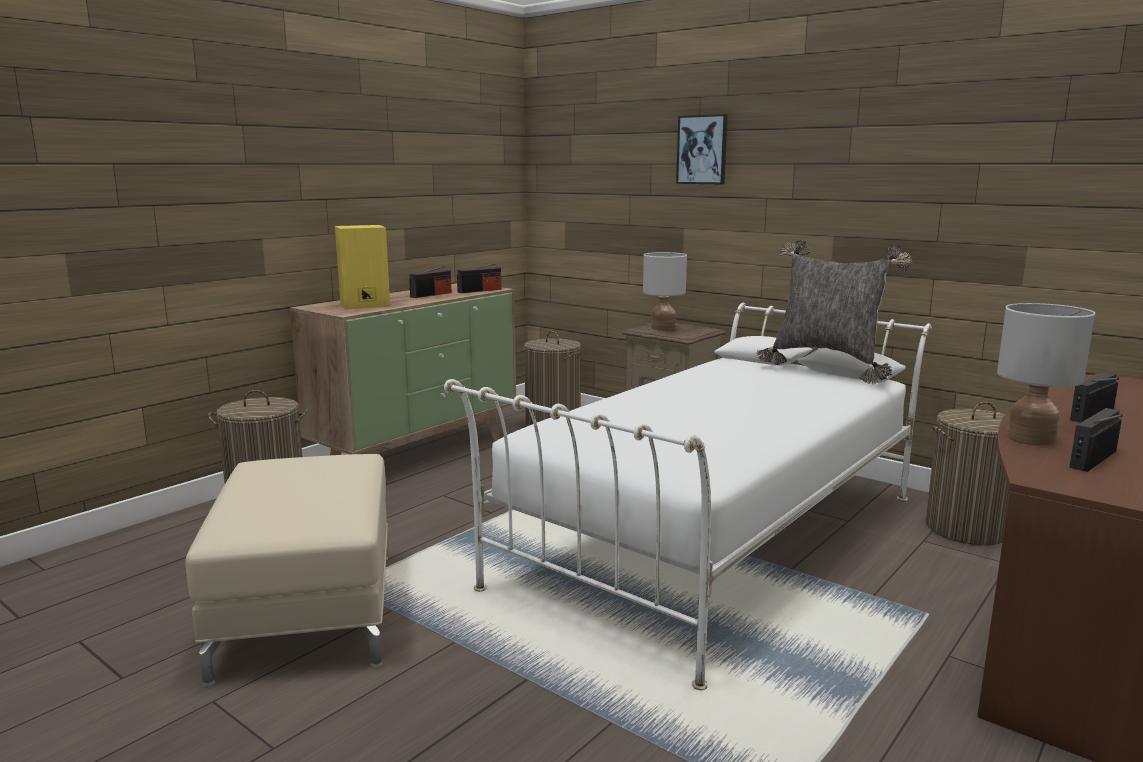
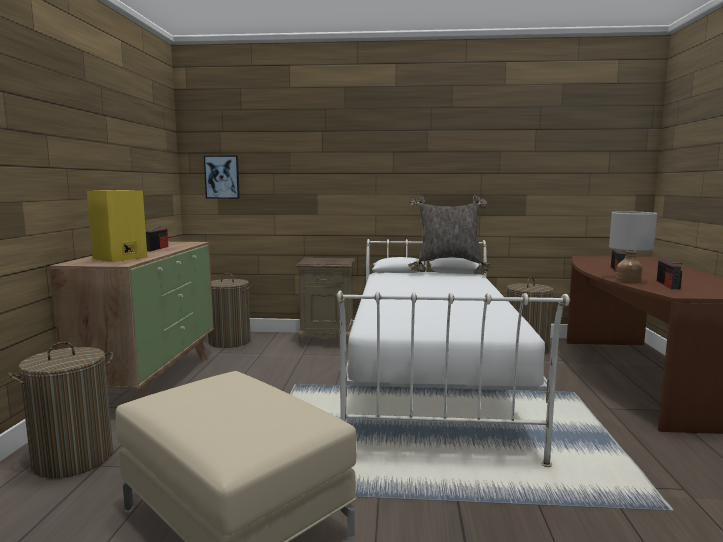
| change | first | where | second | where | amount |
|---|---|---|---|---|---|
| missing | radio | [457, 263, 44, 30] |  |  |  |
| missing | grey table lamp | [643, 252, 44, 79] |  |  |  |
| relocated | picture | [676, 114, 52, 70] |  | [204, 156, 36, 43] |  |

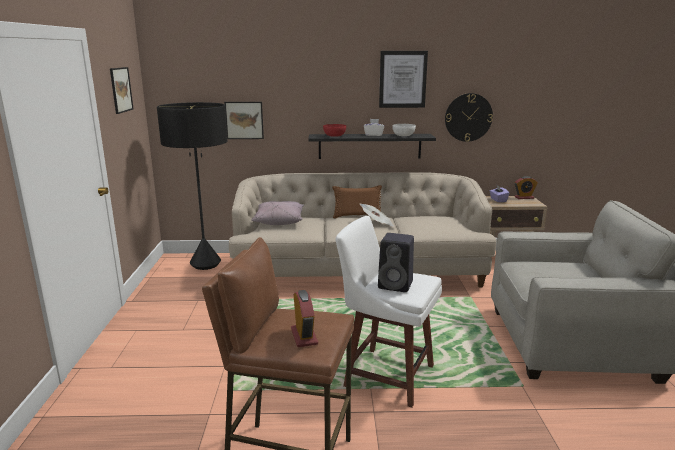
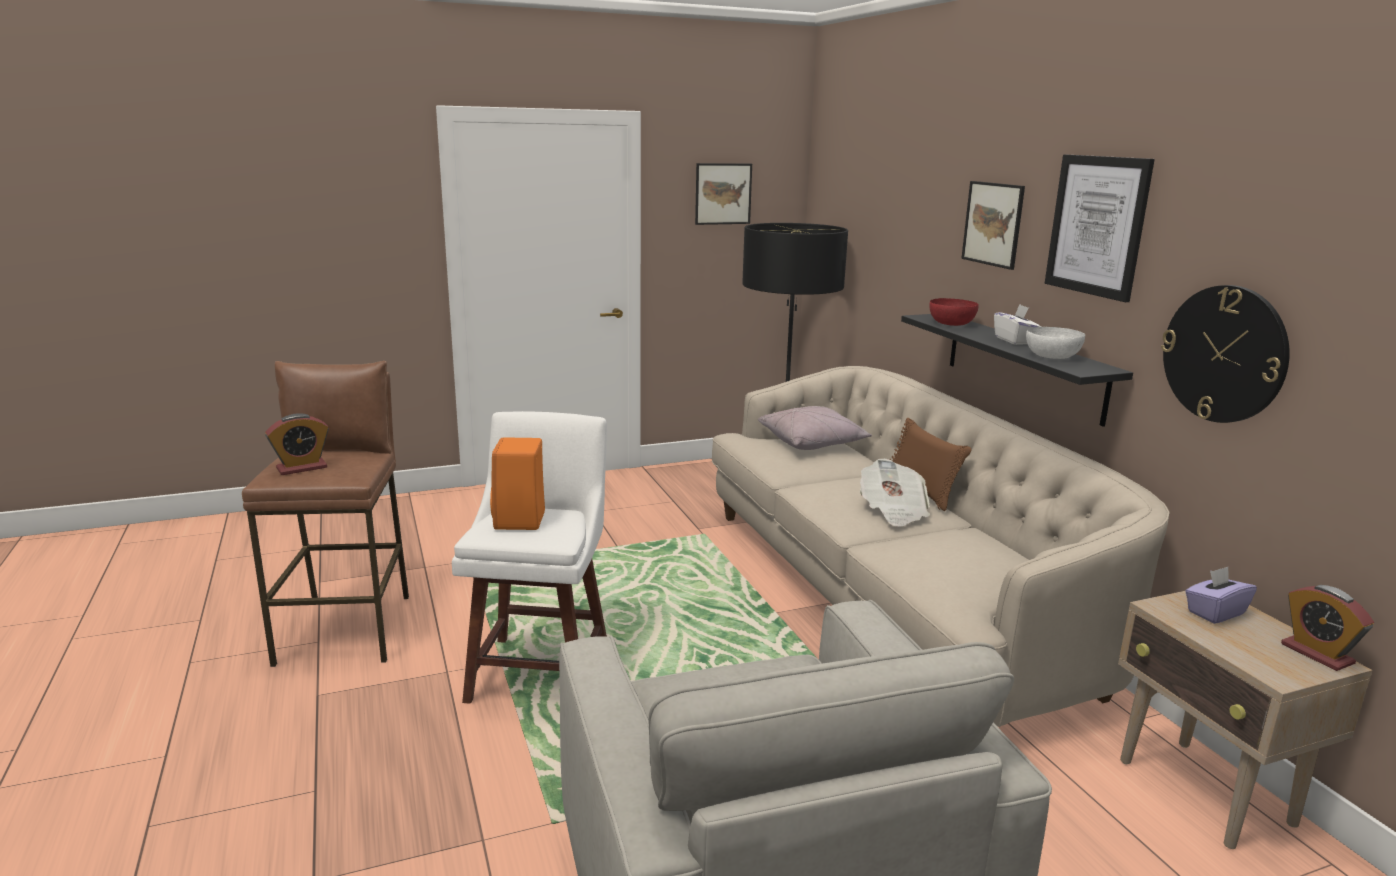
| change | first | where | second | where | amount |
|---|---|---|---|---|---|
| relocated | picture | [224, 102, 40, 37] |  | [961, 181, 64, 89] |  |
| colour | black speaker | [378, 233, 36, 59] | orange speaker | [490, 437, 55, 93] |  |

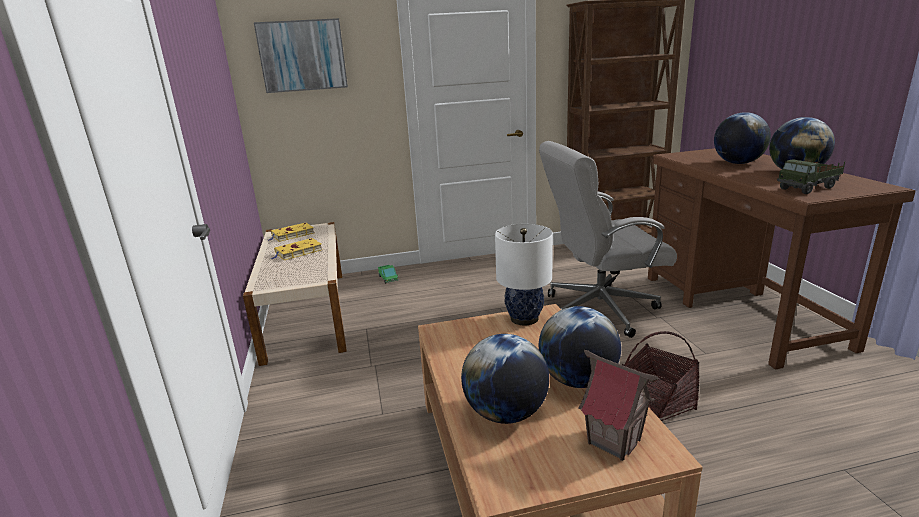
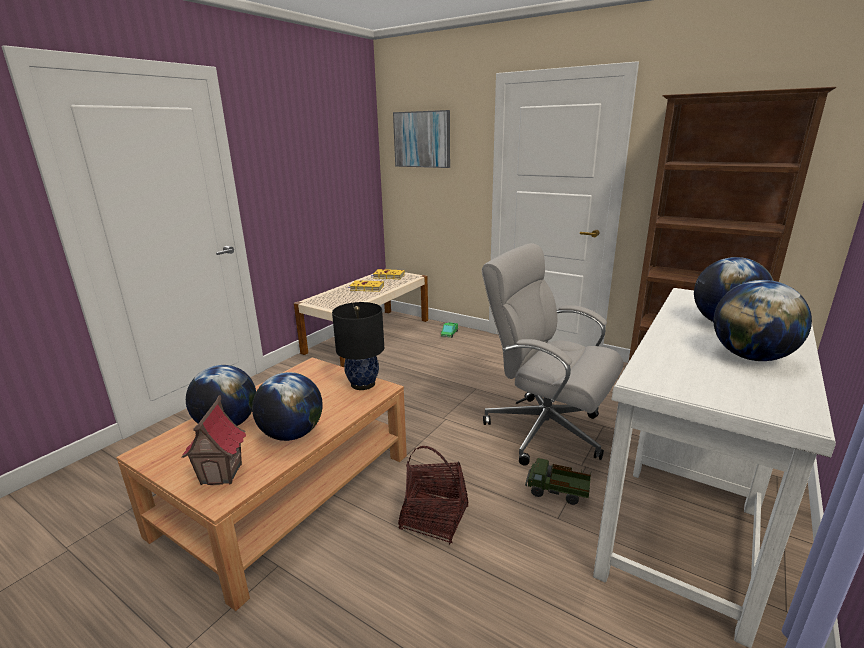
| change | first | where | second | where | amount |
|---|---|---|---|---|---|
| colour | white table lamp | [495, 224, 58, 101] | black table lamp | [332, 302, 52, 88] |  |
| colour | brown desk | [648, 148, 267, 221] | white desk | [593, 288, 243, 360] |  |
| relocated | toy truck | [777, 157, 68, 37] |  | [525, 458, 66, 47] |  |

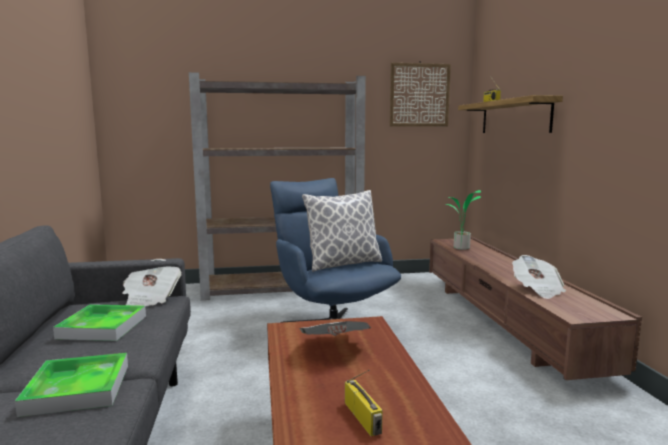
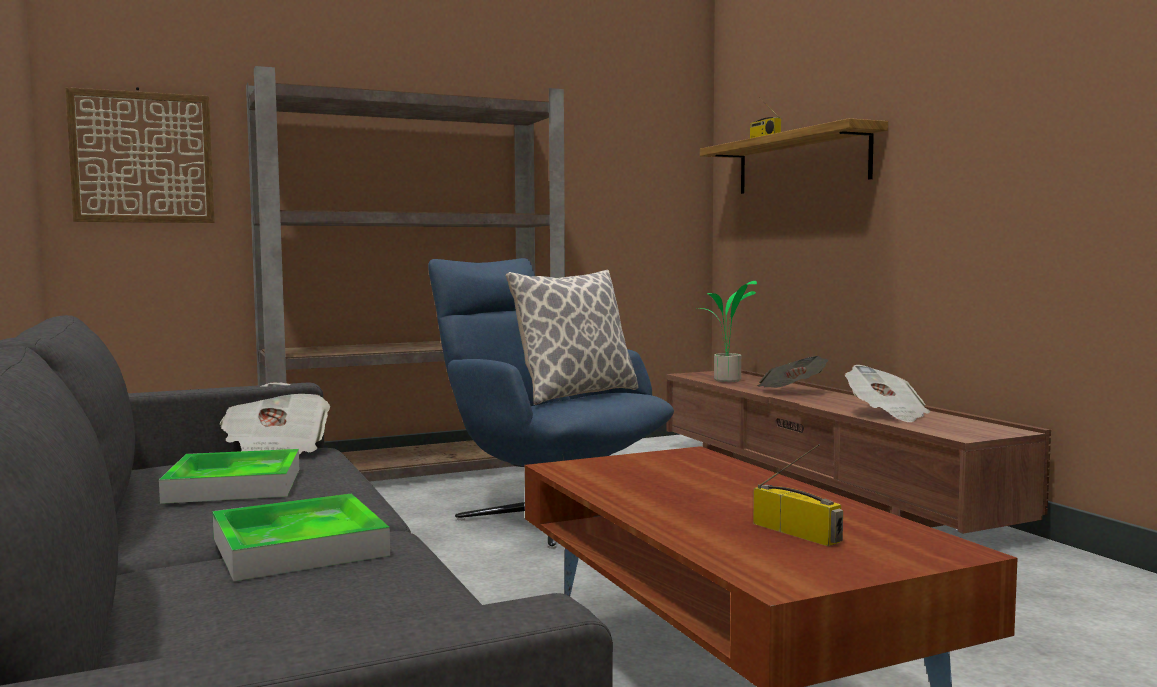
| change | first | where | second | where | amount |
|---|---|---|---|---|---|
| relocated | newspaper | [299, 321, 72, 15] |  | [757, 356, 71, 32] |  |
| relocated | picture | [390, 61, 61, 66] |  | [66, 87, 149, 136] |  |

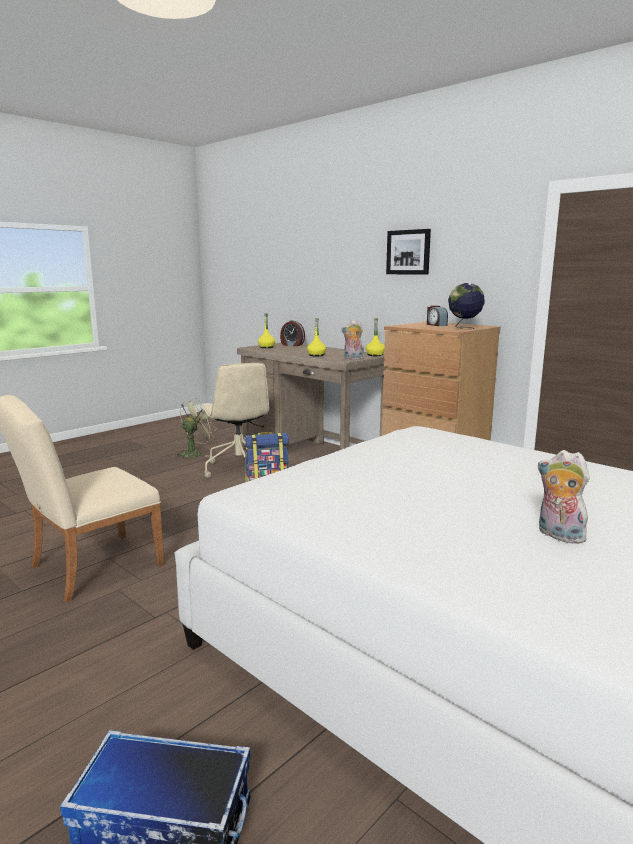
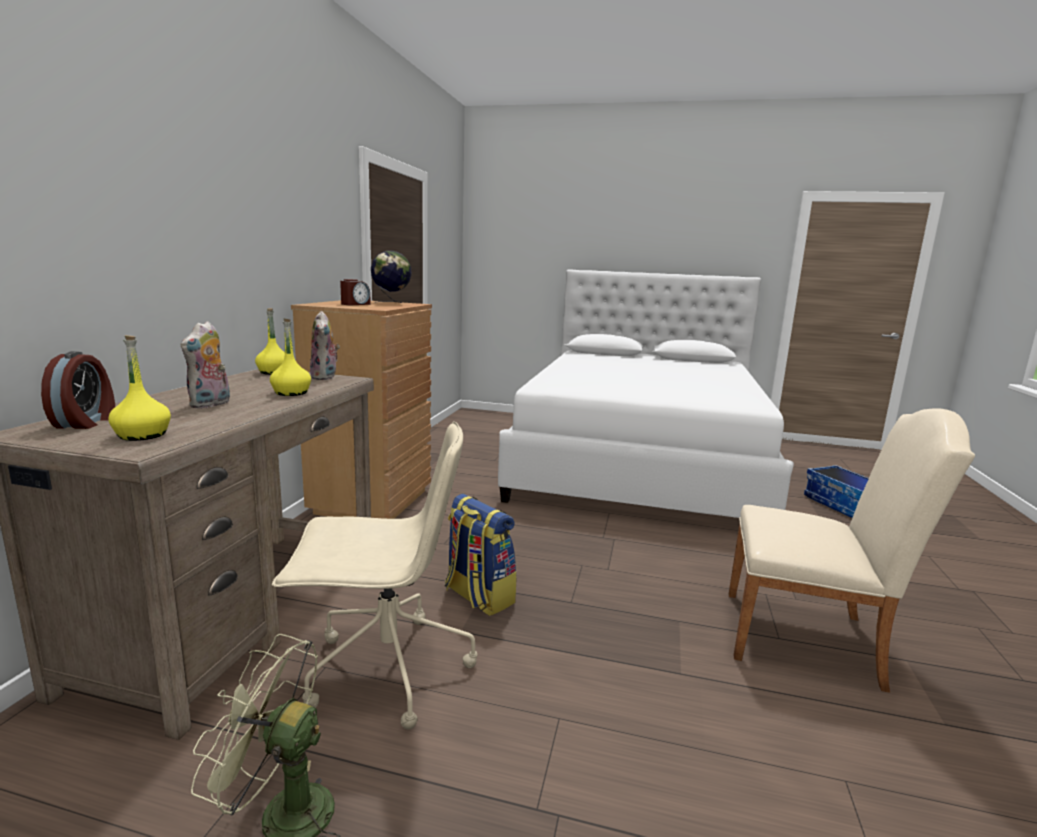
| change | first | where | second | where | amount |
|---|---|---|---|---|---|
| spun | beige office chair | [201, 363, 68, 115] |  | [272, 421, 206, 308] | 45 degrees clockwise |
| missing | picture | [386, 229, 45, 46] |  |  |  |
| relocated | plush toy | [537, 450, 53, 94] |  | [180, 321, 50, 88] |  |

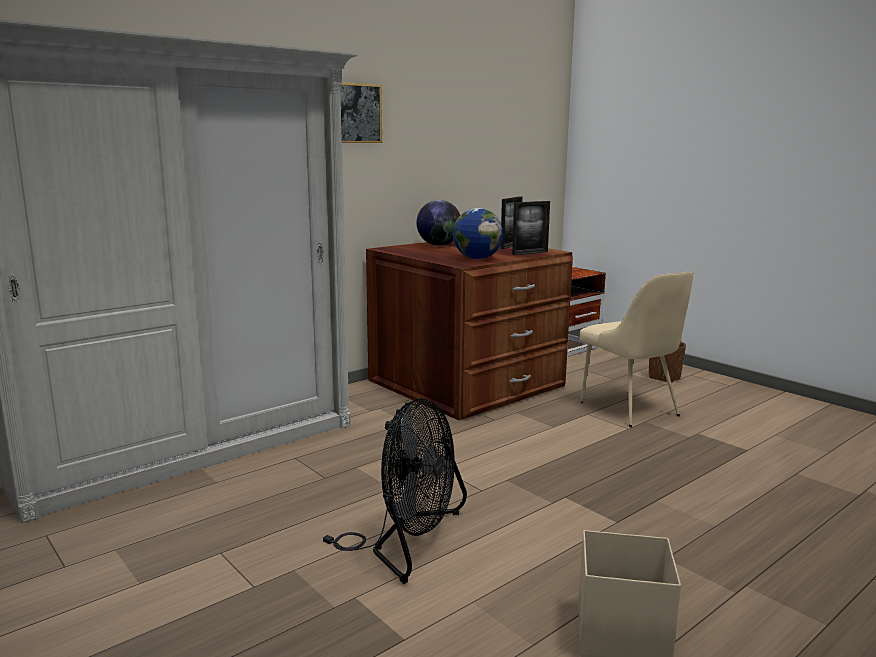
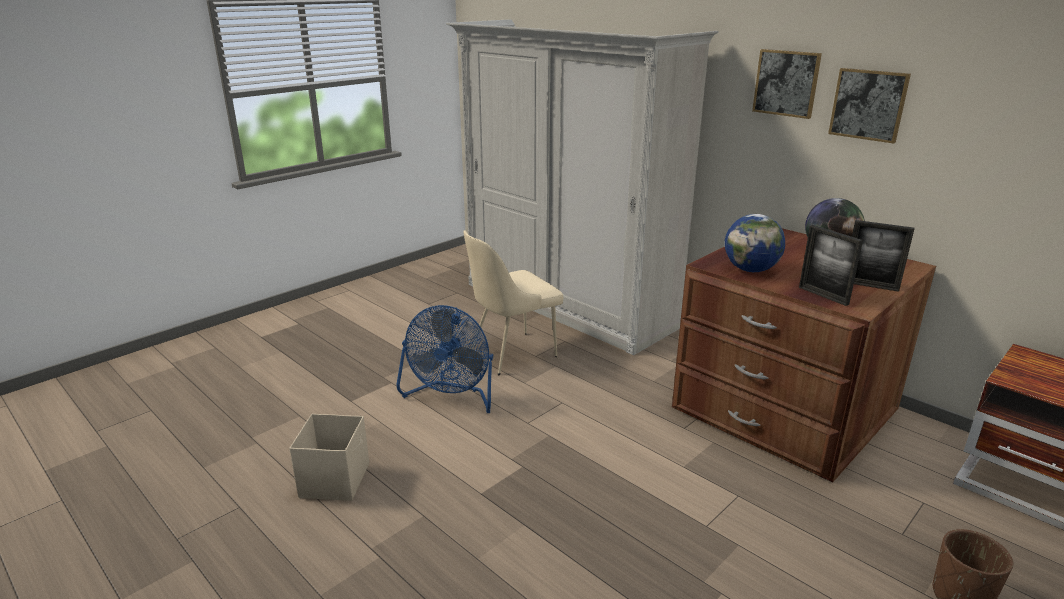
| change | first | where | second | where | amount |
|---|---|---|---|---|---|
| colour | black fan | [322, 398, 145, 186] | blue fan | [396, 305, 97, 108] |  |
| relocated | beige chair | [580, 271, 113, 156] |  | [464, 230, 99, 145] |  |
| appeared |  |  | picture | [828, 68, 83, 76] |  |

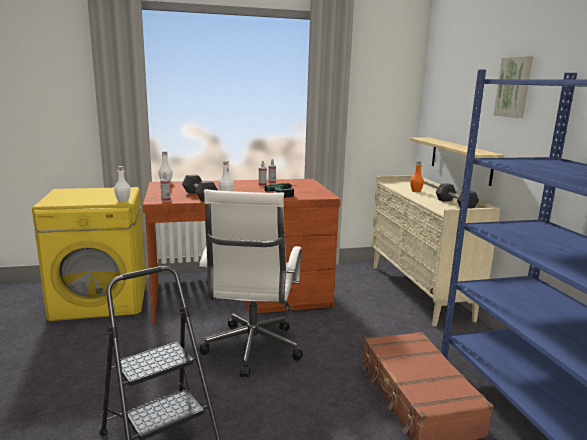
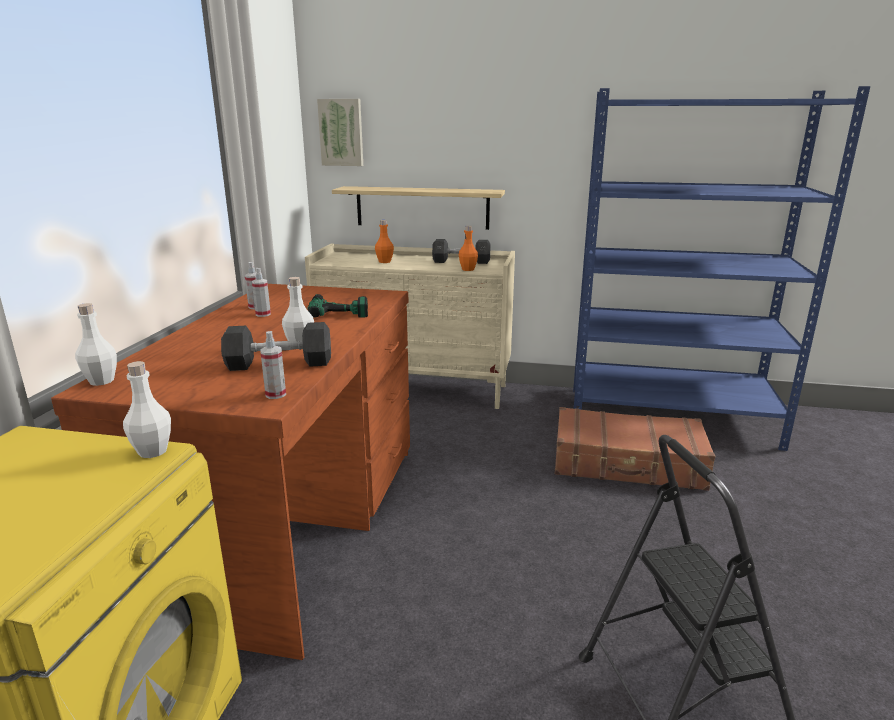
| change | first | where | second | where | amount |
|---|---|---|---|---|---|
| missing | white office chair | [199, 189, 104, 188] |  |  |  |
| relocated | picture | [493, 56, 40, 62] |  | [317, 99, 46, 67] |  |
| appeared |  |  | orange bottle | [459, 225, 19, 46] |  |

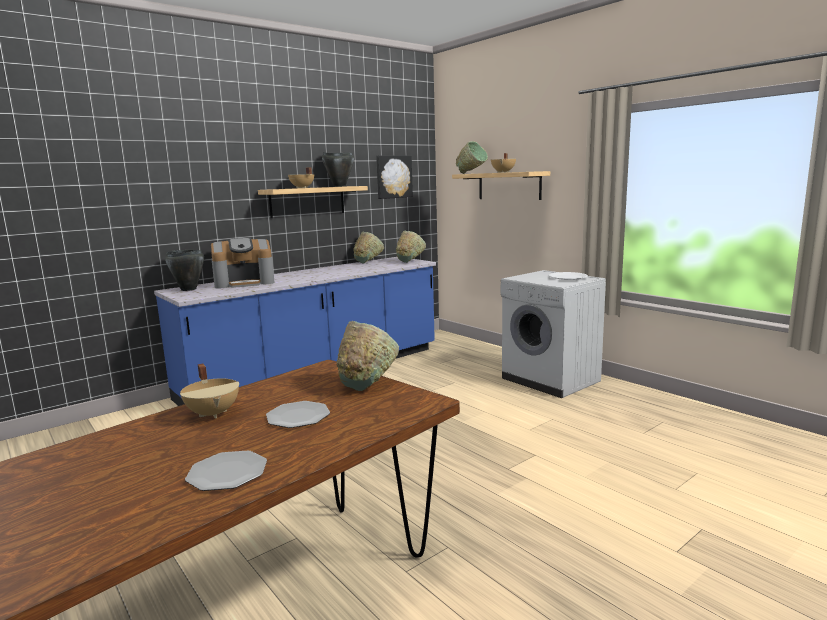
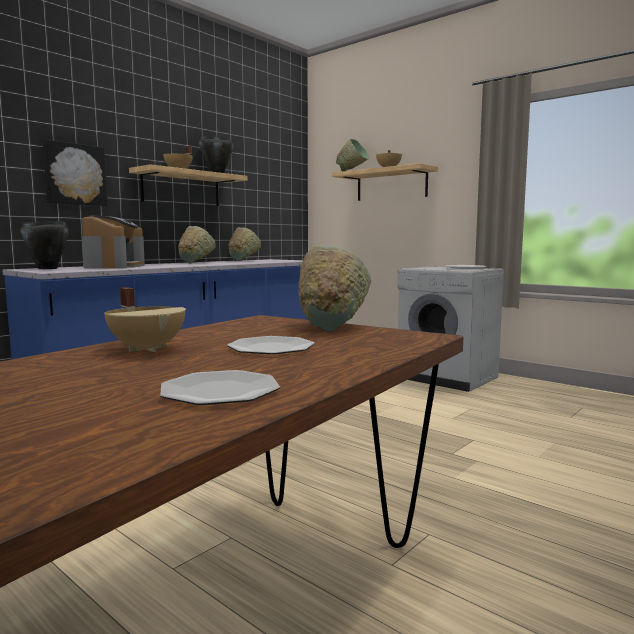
| change | first | where | second | where | amount |
|---|---|---|---|---|---|
| spun | coffee machine | [211, 238, 64, 50] |  | [82, 215, 63, 54] | 60 degrees counterclockwise |
| relocated | picture | [376, 155, 37, 44] |  | [43, 139, 65, 67] |  |
| relocated | green bowl | [396, 231, 30, 32] |  | [178, 226, 38, 38] |  |

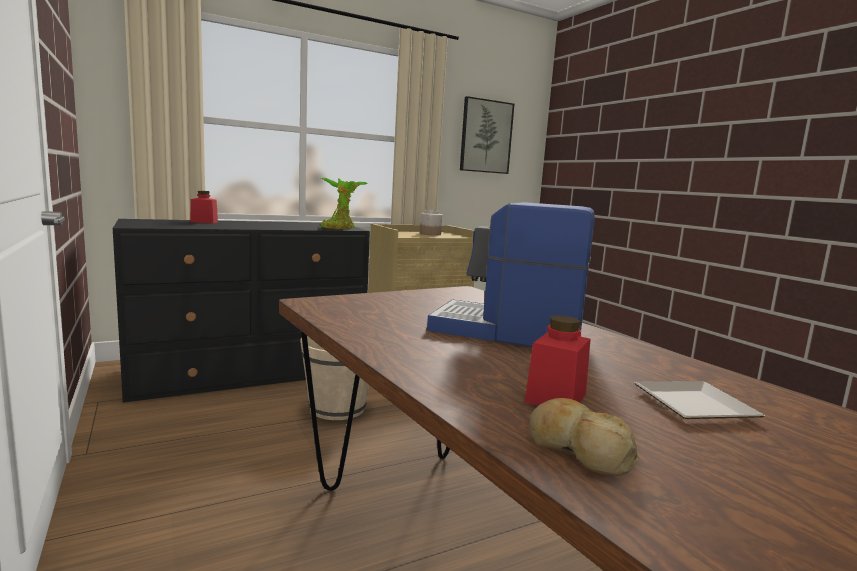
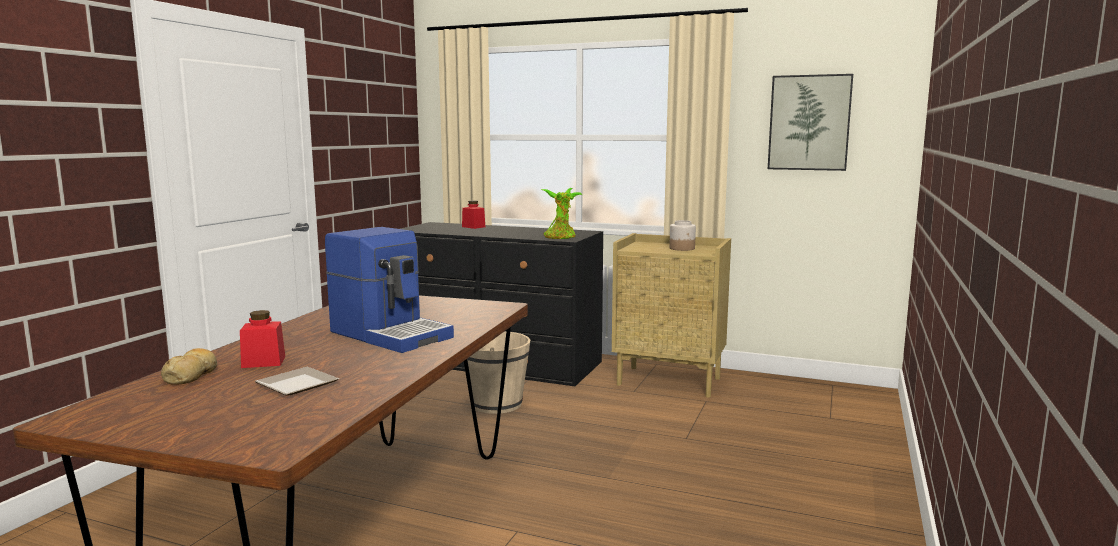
| change | first | where | second | where | amount |
|---|---|---|---|---|---|
| spun | coffee machine | [427, 202, 168, 145] |  | [325, 227, 129, 126] | 150 degrees clockwise |

